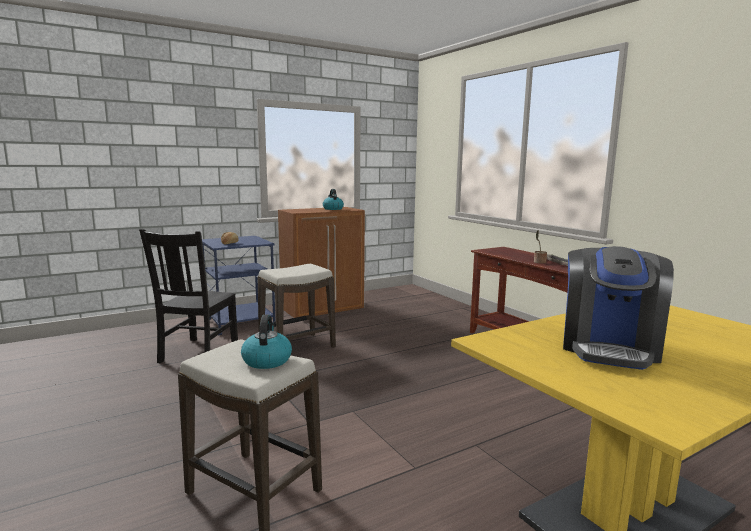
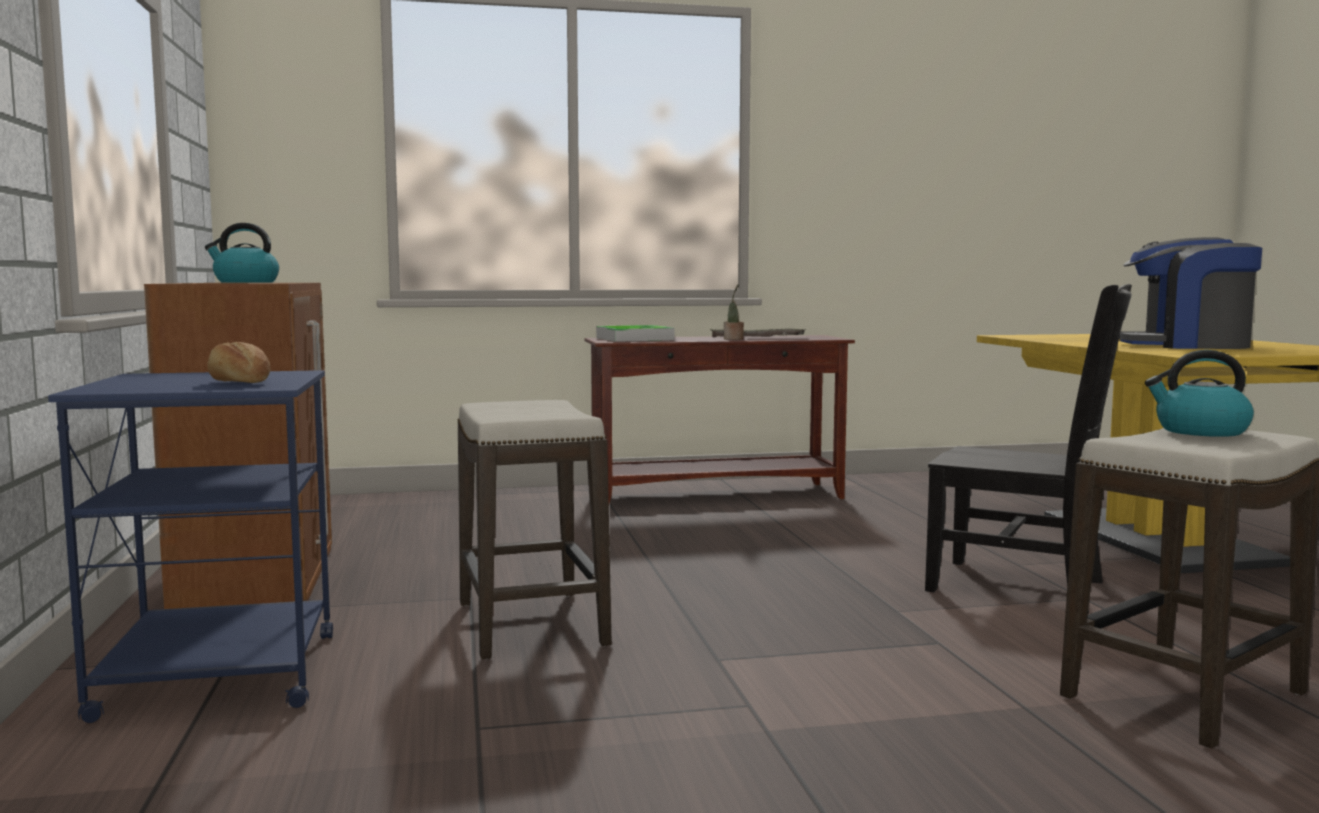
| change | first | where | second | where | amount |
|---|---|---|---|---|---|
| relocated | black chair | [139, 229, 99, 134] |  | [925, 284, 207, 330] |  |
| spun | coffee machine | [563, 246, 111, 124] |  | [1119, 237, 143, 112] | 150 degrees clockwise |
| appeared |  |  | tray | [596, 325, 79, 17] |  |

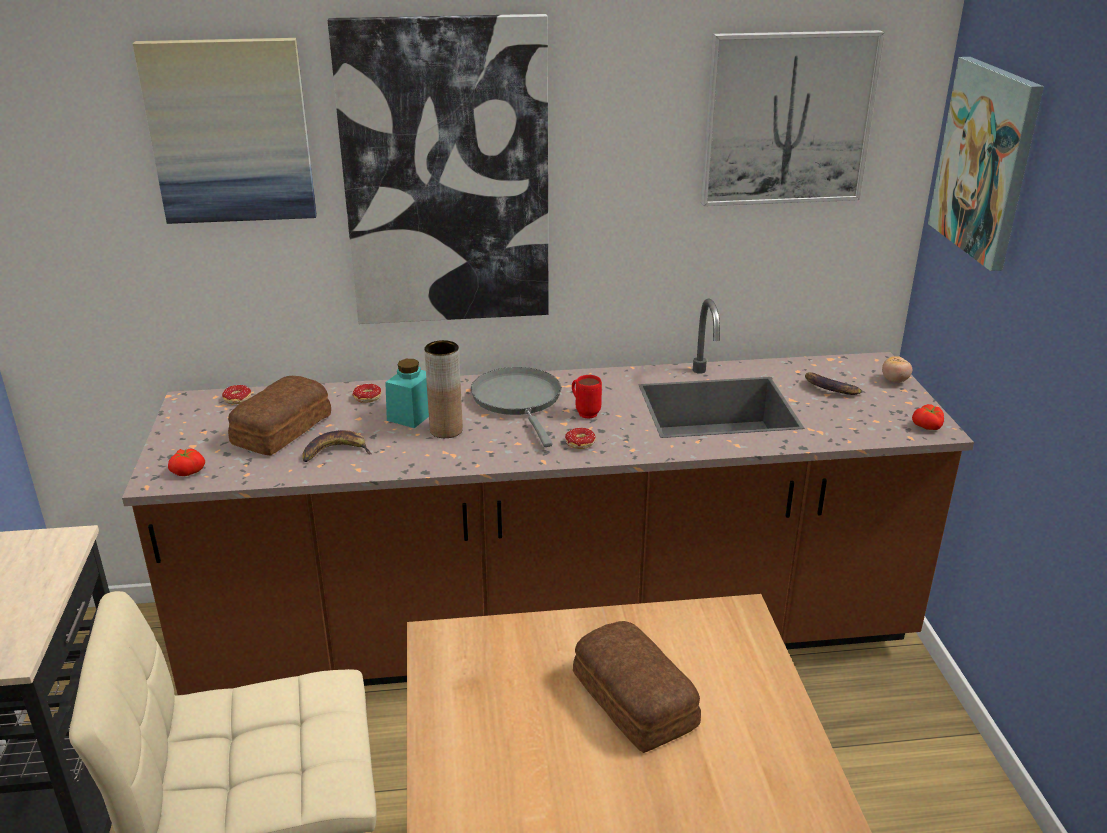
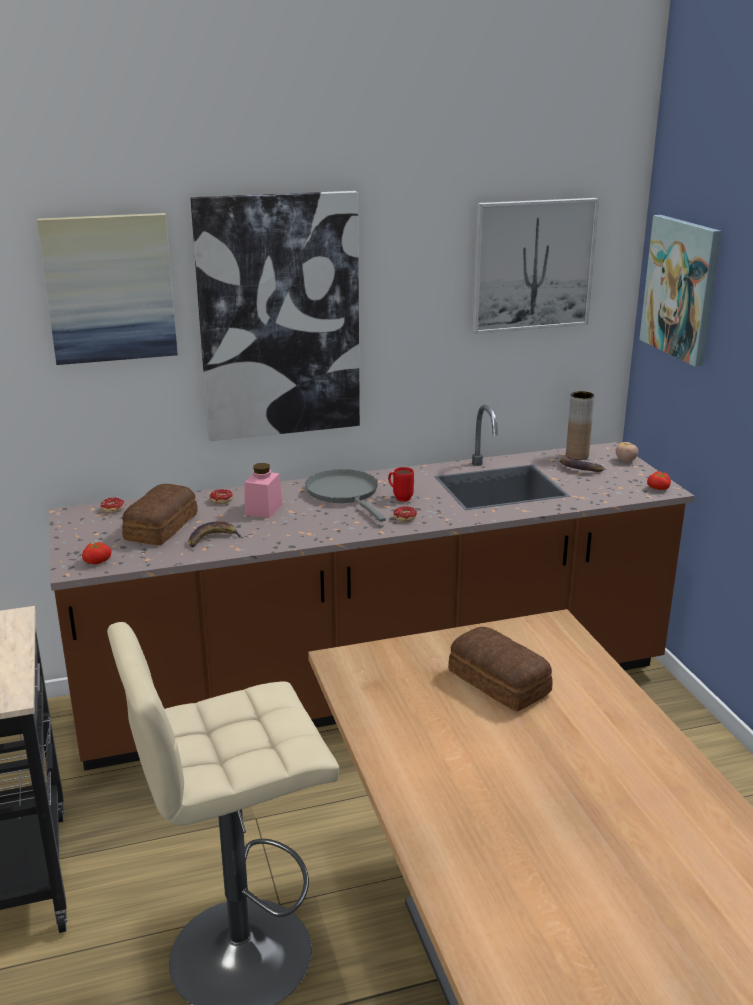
| change | first | where | second | where | amount |
|---|---|---|---|---|---|
| colour | turquoise jar | [385, 359, 44, 69] | pink jar | [244, 463, 38, 55] |  |
| relocated | brown vase | [424, 340, 39, 98] |  | [566, 391, 29, 69] |  |

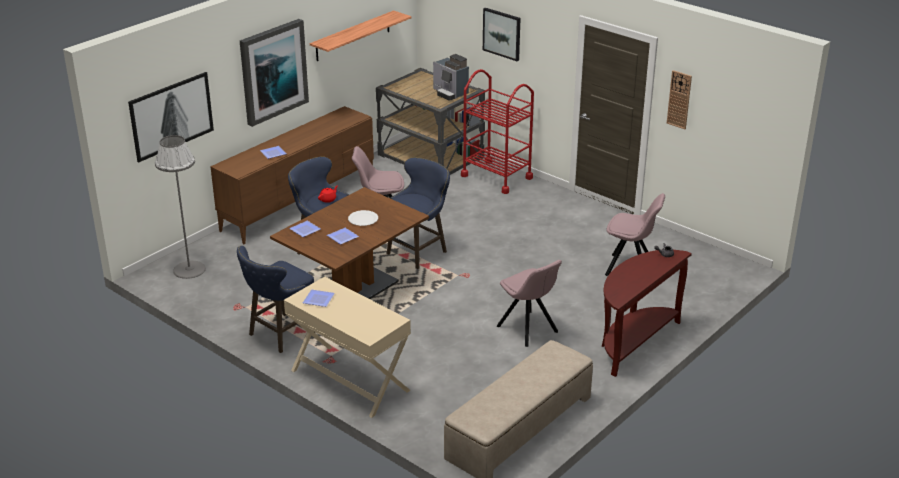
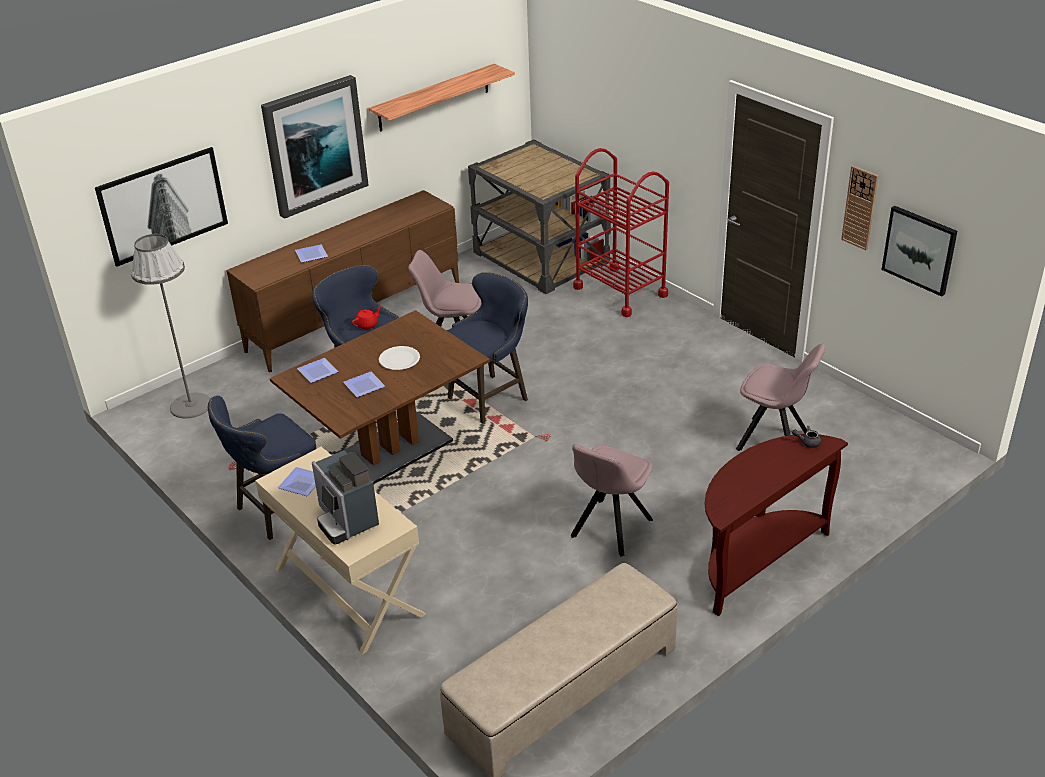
| change | first | where | second | where | amount |
|---|---|---|---|---|---|
| relocated | coffee machine | [433, 54, 36, 47] |  | [312, 450, 67, 94] |  |
| relocated | picture | [483, 8, 38, 53] |  | [882, 206, 75, 91] |  |
| spun | pink chair | [497, 260, 65, 87] |  | [571, 444, 82, 113] | 60 degrees clockwise |

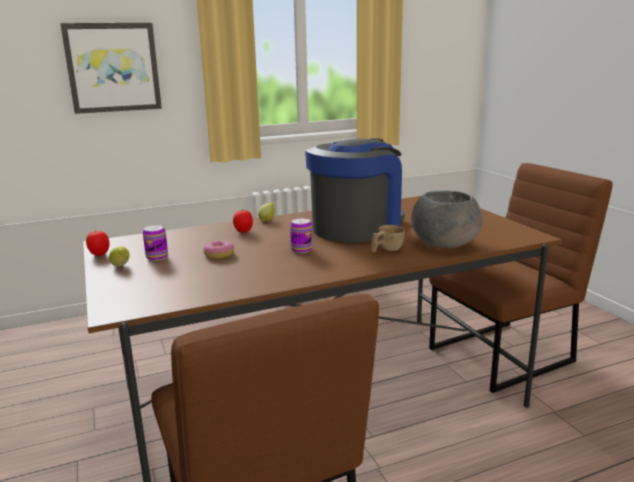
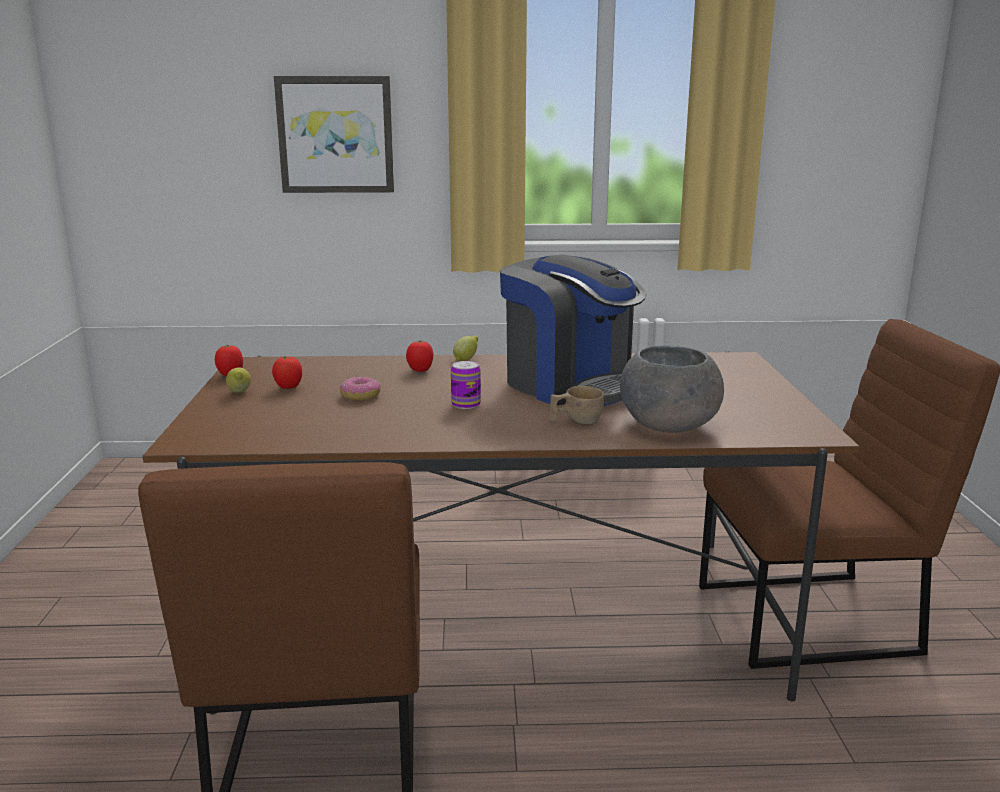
| change | first | where | second | where | amount |
|---|---|---|---|---|---|
| exchanged | can | [143, 225, 25, 36] | tomato | [272, 356, 30, 33] |  |
| spun | coffee machine | [305, 138, 100, 105] |  | [500, 254, 147, 152] | 75 degrees clockwise |

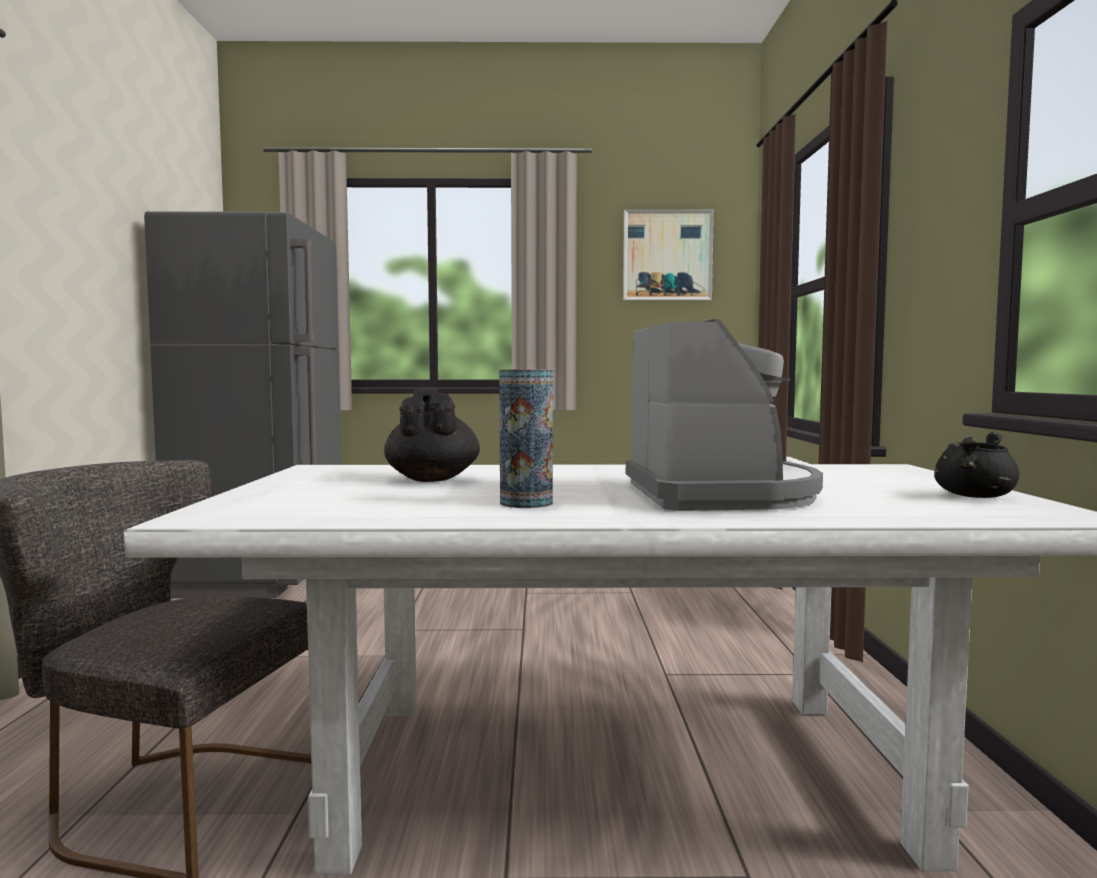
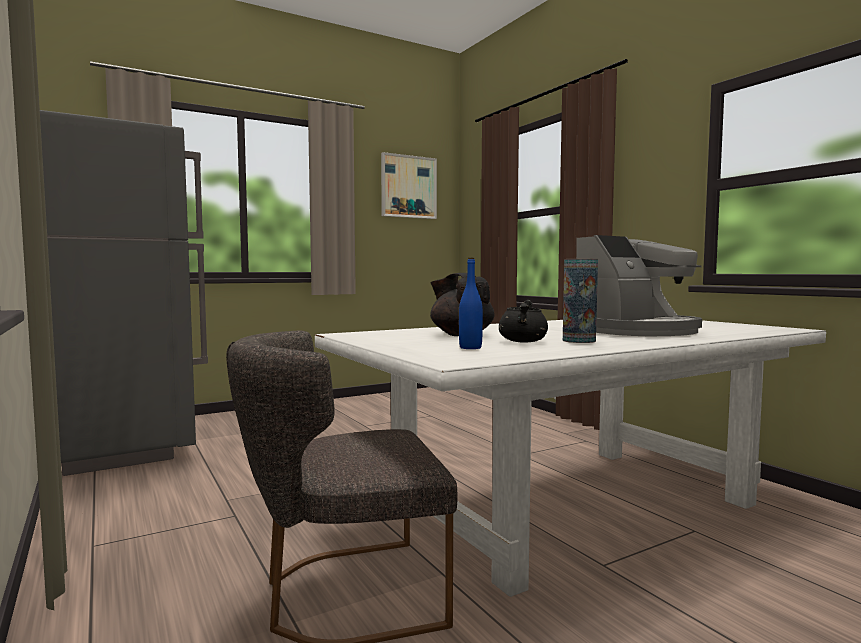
| change | first | where | second | where | amount |
|---|---|---|---|---|---|
| spun | coffee machine | [626, 319, 197, 192] |  | [576, 235, 126, 101] | 90 degrees clockwise |
| relocated | black cooking pot | [934, 432, 85, 66] |  | [499, 300, 49, 43] |  |
| appeared |  |  | blue bottle | [459, 258, 24, 91] |  |

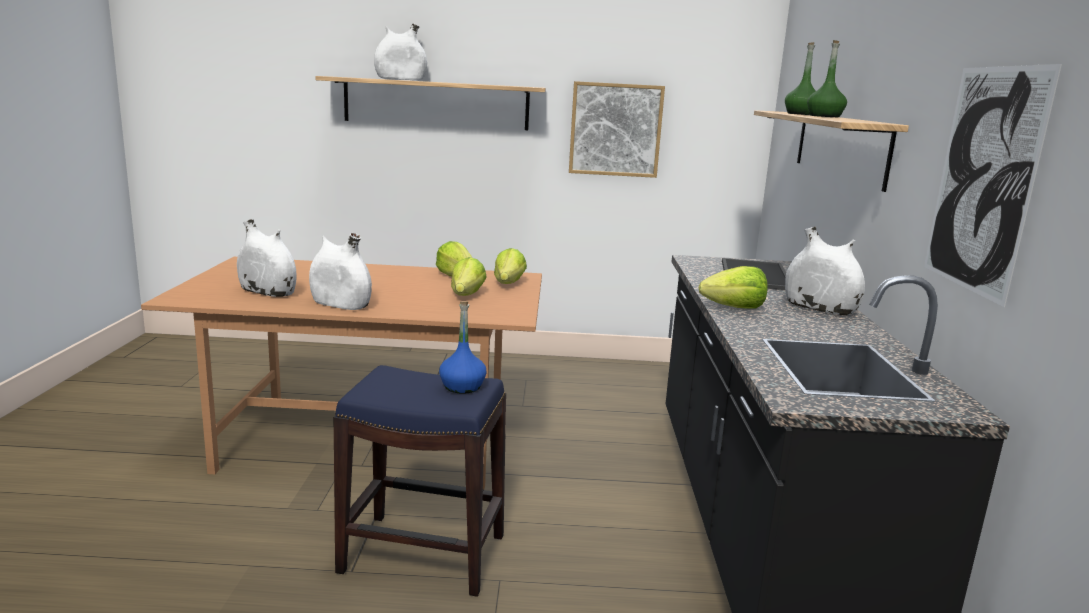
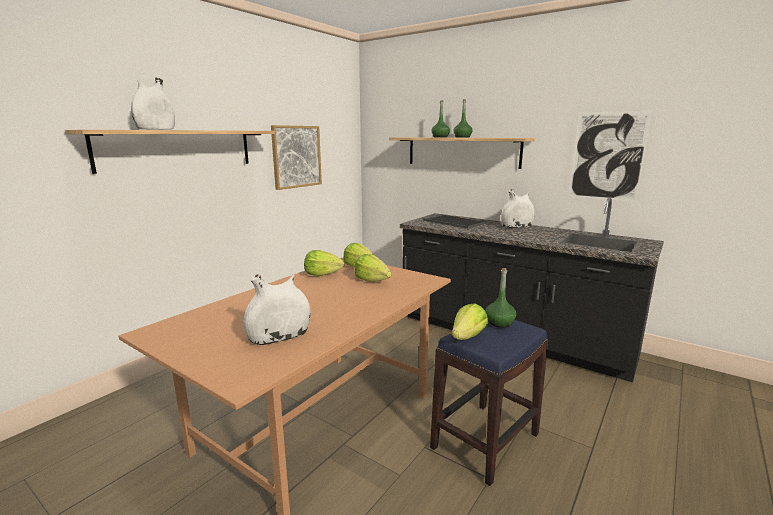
| change | first | where | second | where | amount |
|---|---|---|---|---|---|
| missing | white vase | [309, 233, 63, 77] |  |  |  |
| colour | blue bottle | [439, 301, 47, 93] | green bottle | [485, 268, 31, 60] |  |
| relocated | lettuce | [698, 266, 70, 43] |  | [452, 303, 36, 37] |  |

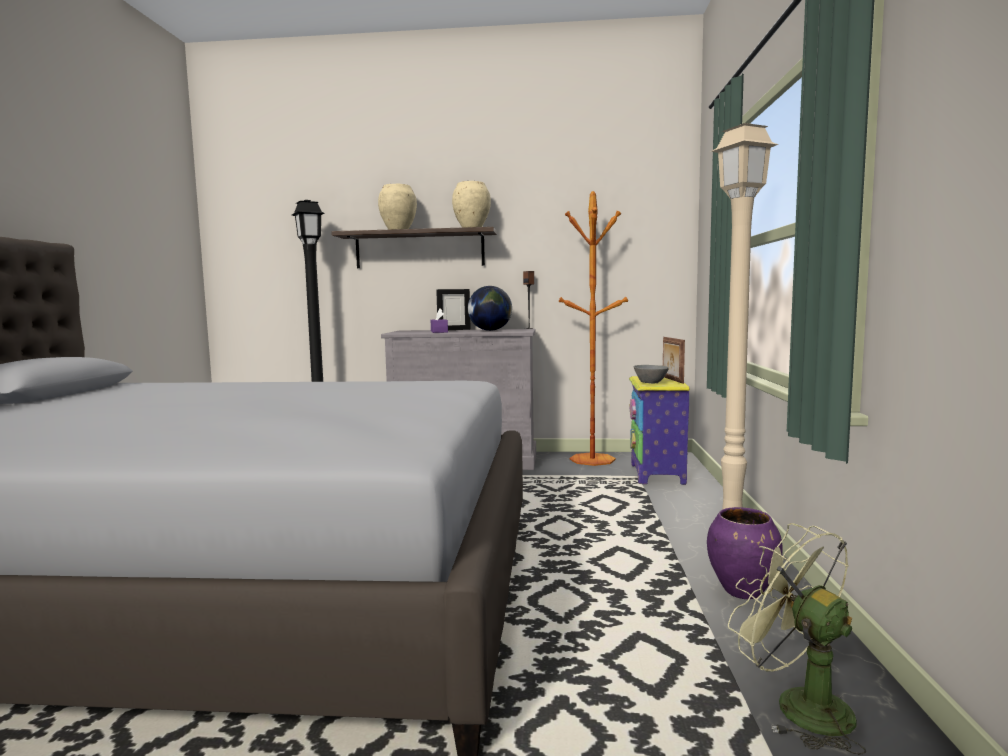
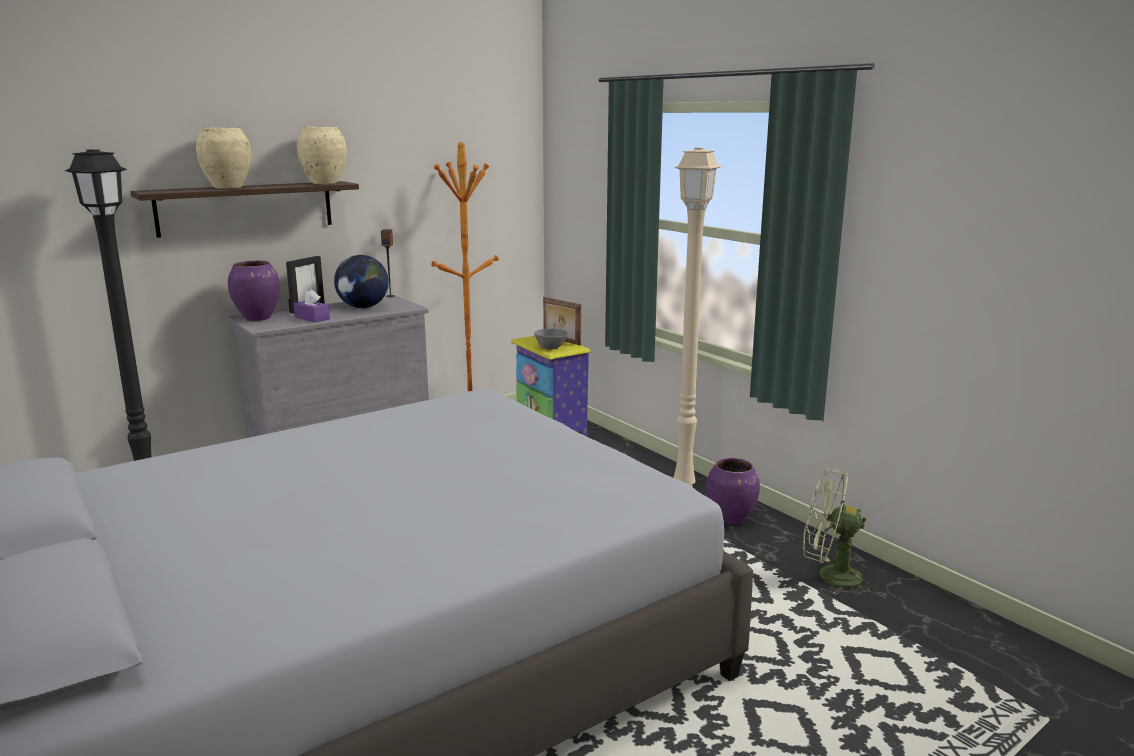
| change | first | where | second | where | amount |
|---|---|---|---|---|---|
| appeared |  |  | purple vase | [228, 261, 52, 60] |  |

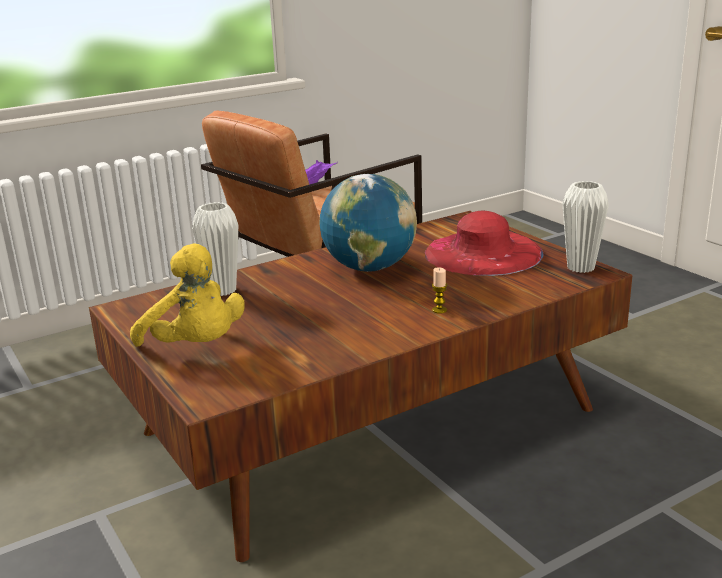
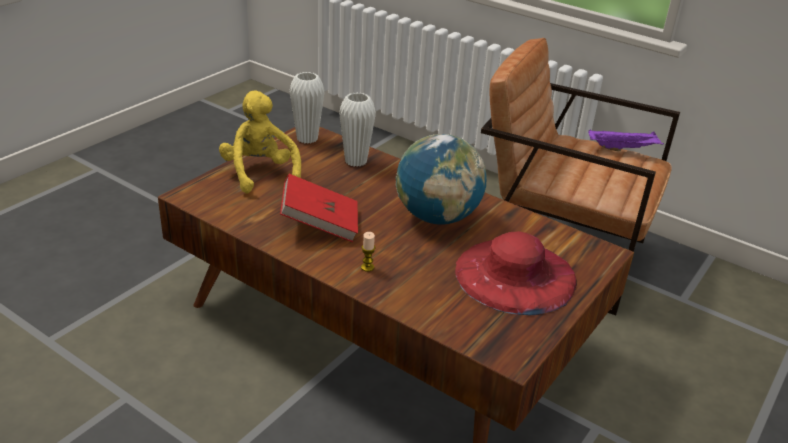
| change | first | where | second | where | amount |
|---|---|---|---|---|---|
| spun | yellow plush toy | [130, 243, 115, 104] |  | [219, 91, 82, 102] | 135 degrees clockwise |
| relocated | white vase | [562, 181, 47, 92] |  | [289, 72, 36, 72] |  |
| appeared |  |  | red book | [280, 174, 78, 68] |  |

